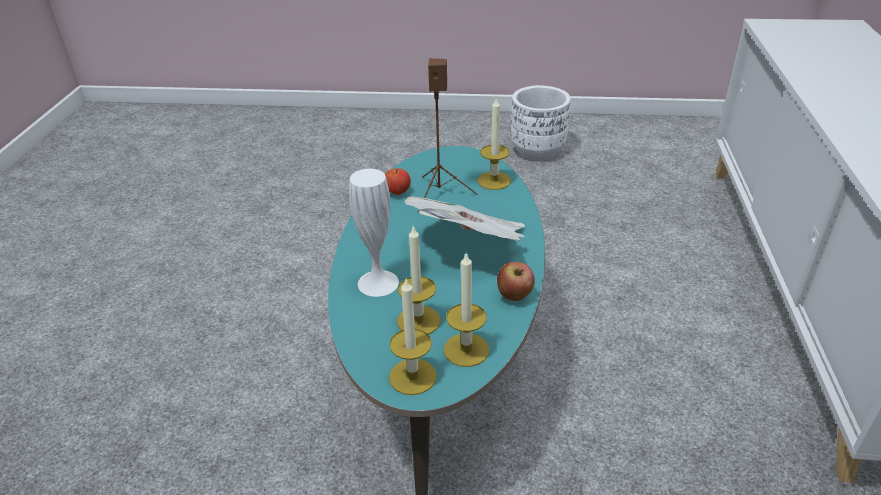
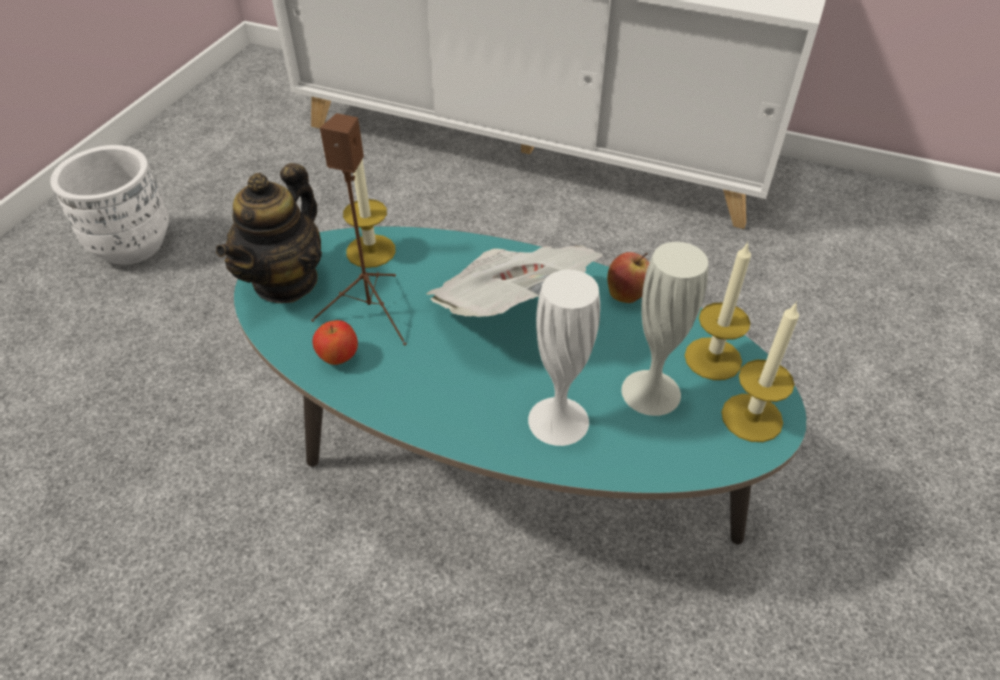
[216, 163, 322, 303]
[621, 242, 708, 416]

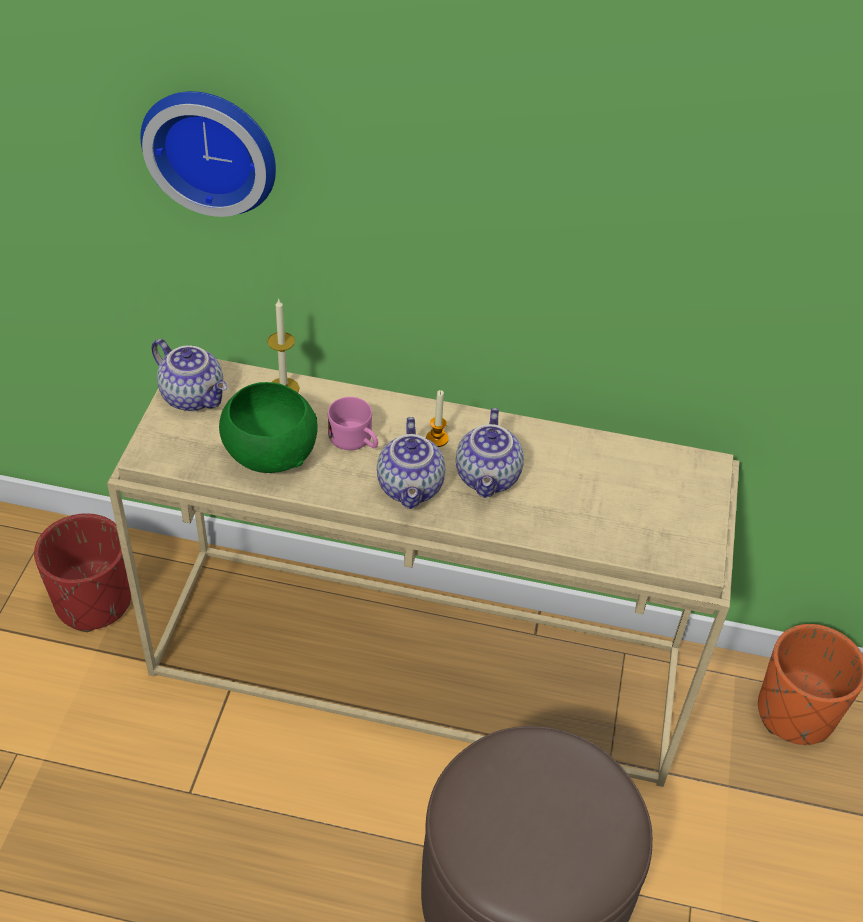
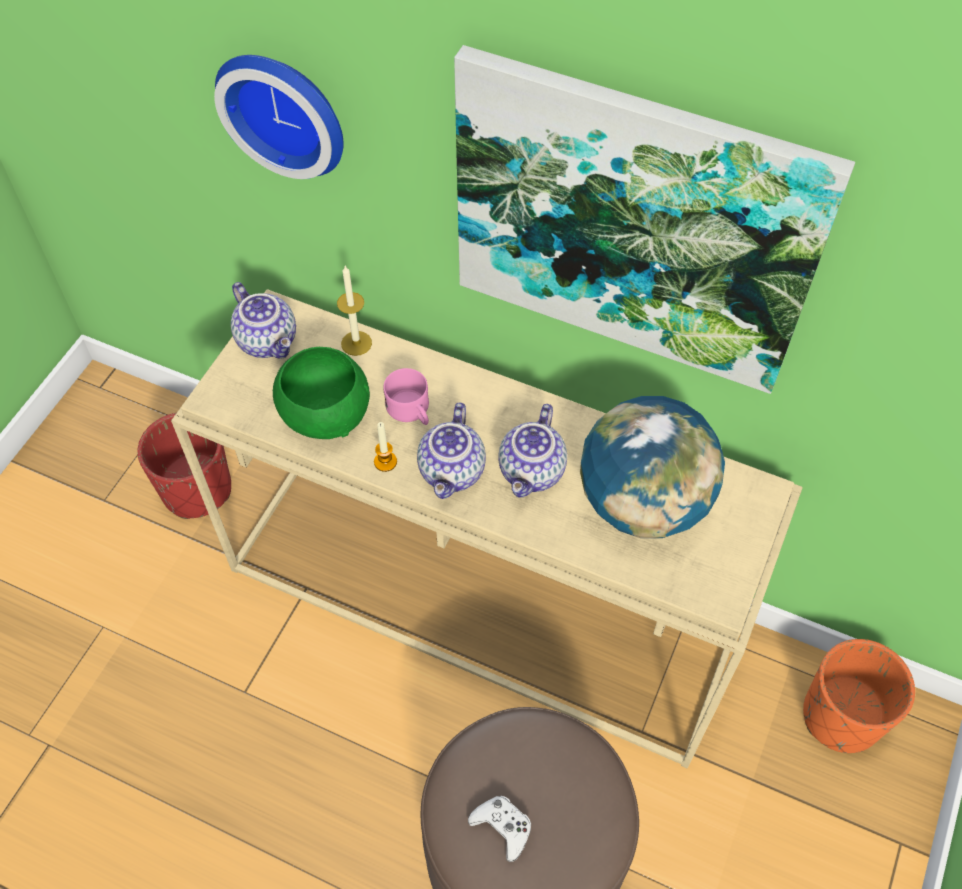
[454, 45, 855, 394]
[468, 796, 531, 862]
[580, 396, 725, 538]
[374, 422, 397, 472]

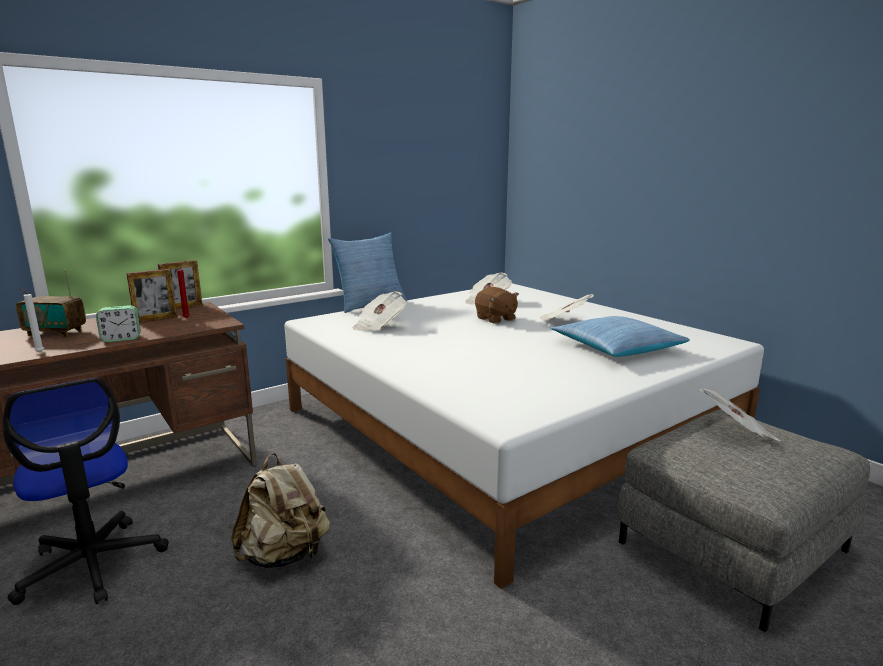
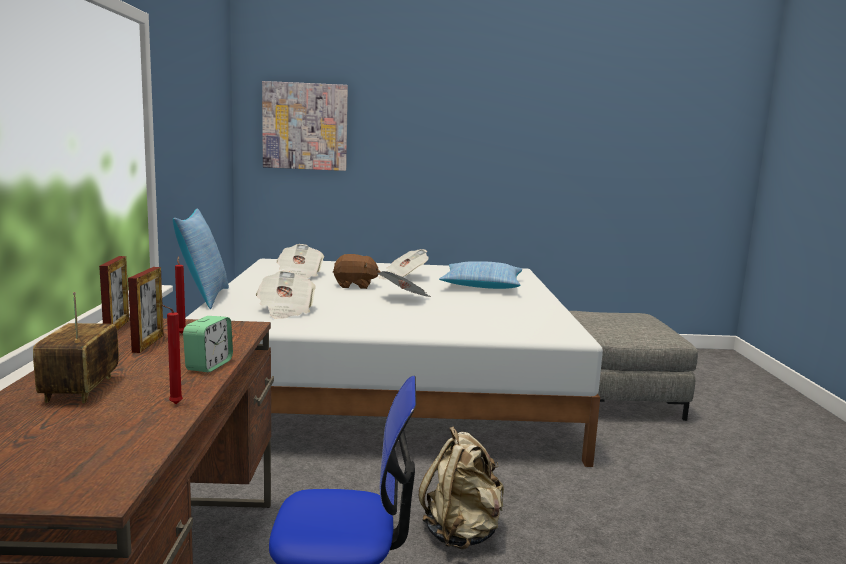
[262, 81, 348, 171]
[377, 271, 432, 297]
[162, 305, 183, 404]
[33, 292, 119, 403]

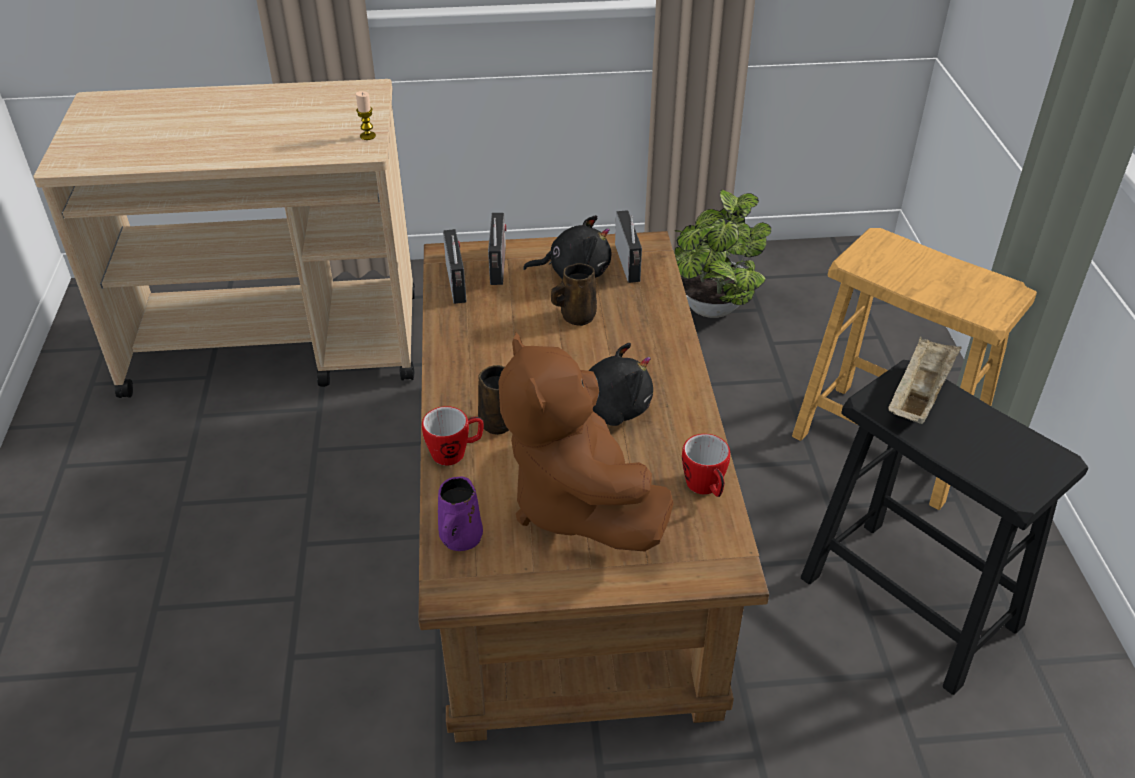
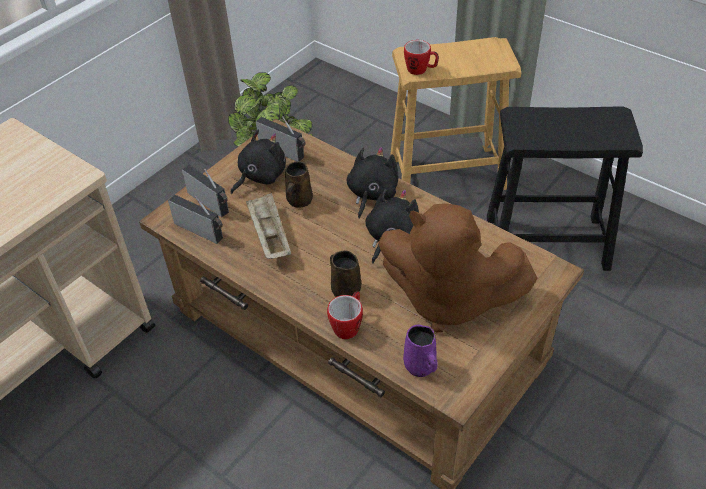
[356, 91, 376, 140] (first image)
[347, 147, 398, 219]
[404, 40, 439, 75]
[246, 193, 291, 259]

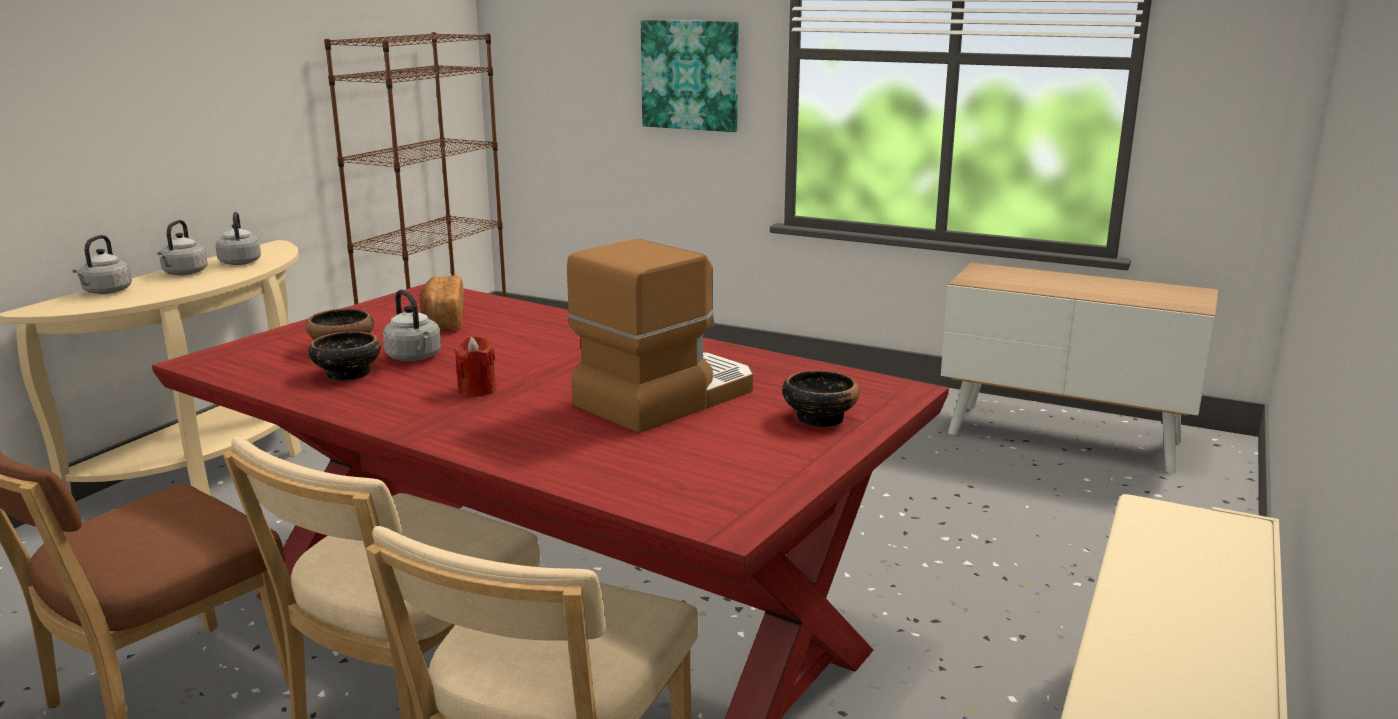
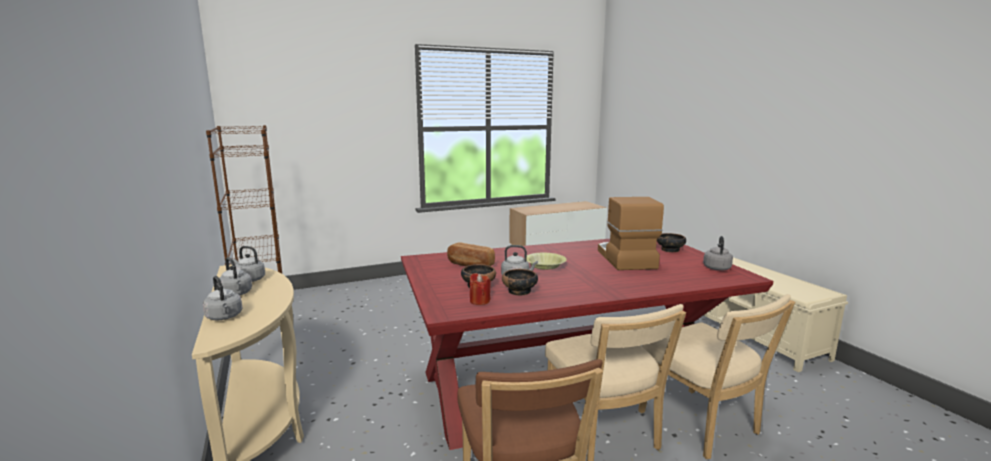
[641, 20, 738, 132] (first image)
[526, 253, 567, 270]
[703, 236, 733, 271]
[470, 273, 491, 305]

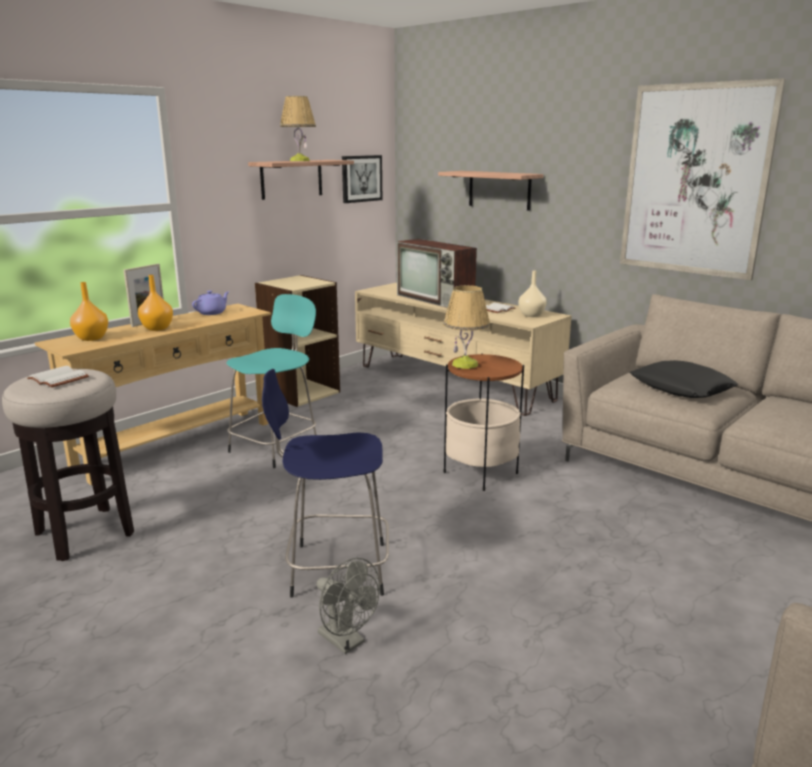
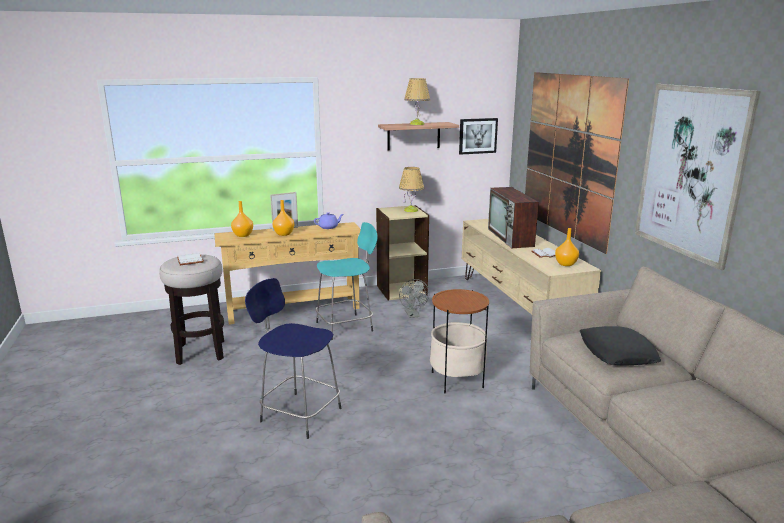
[399, 279, 429, 318]
[399, 167, 424, 212]
[525, 72, 629, 254]
[555, 228, 579, 266]

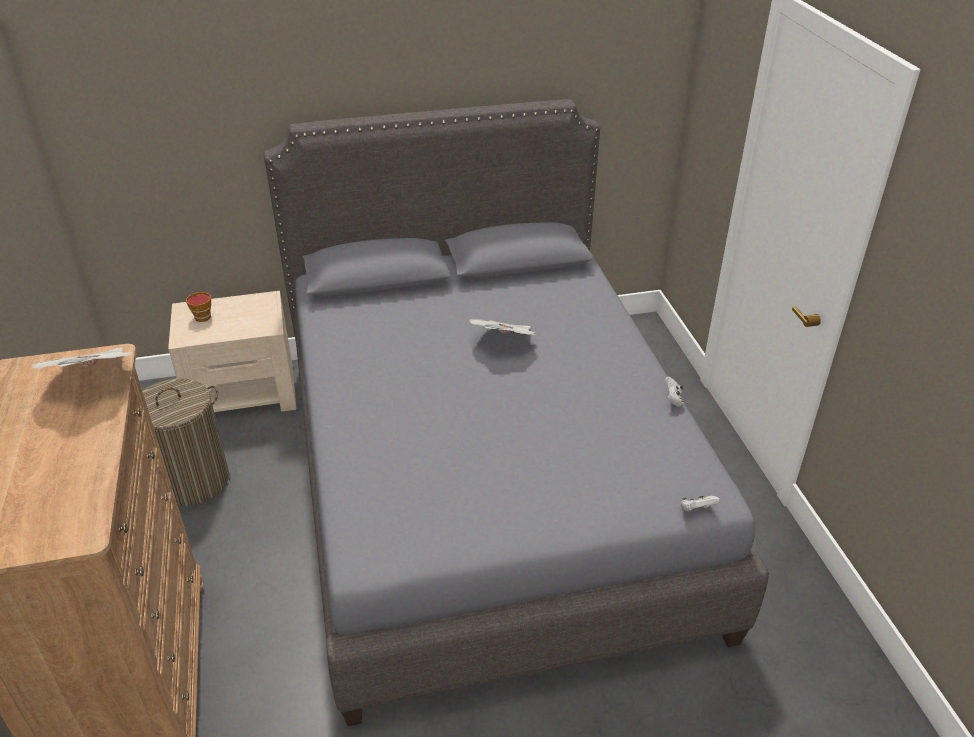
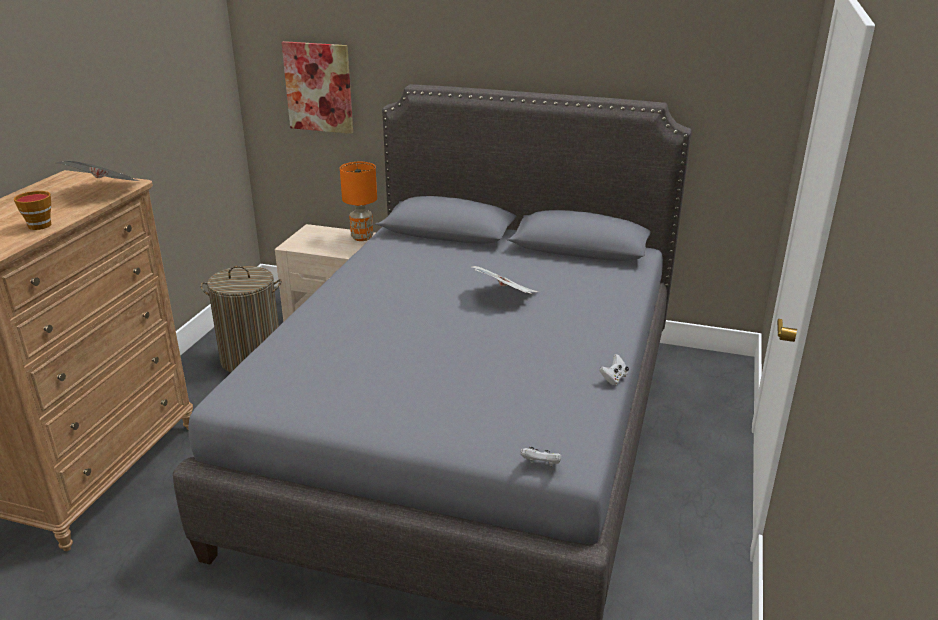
[281, 41, 353, 134]
[340, 162, 377, 241]
[14, 191, 51, 230]

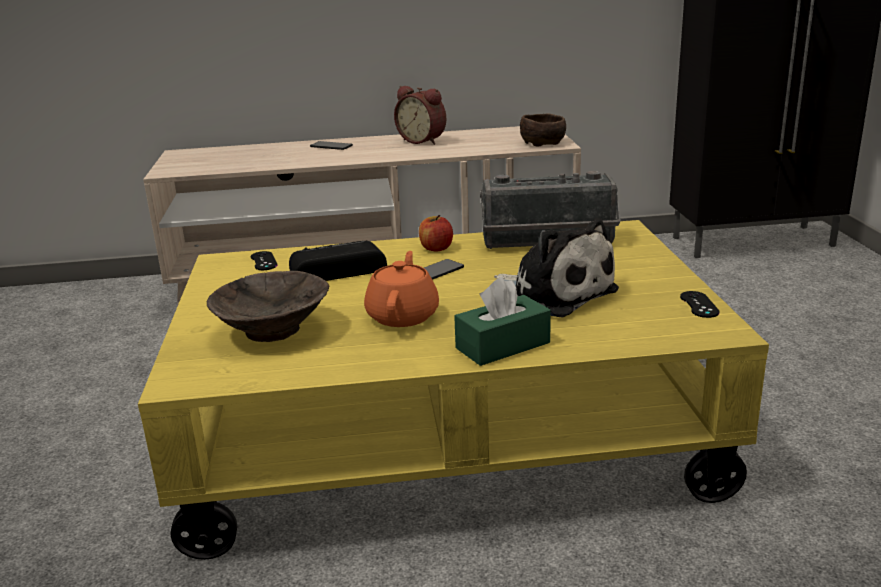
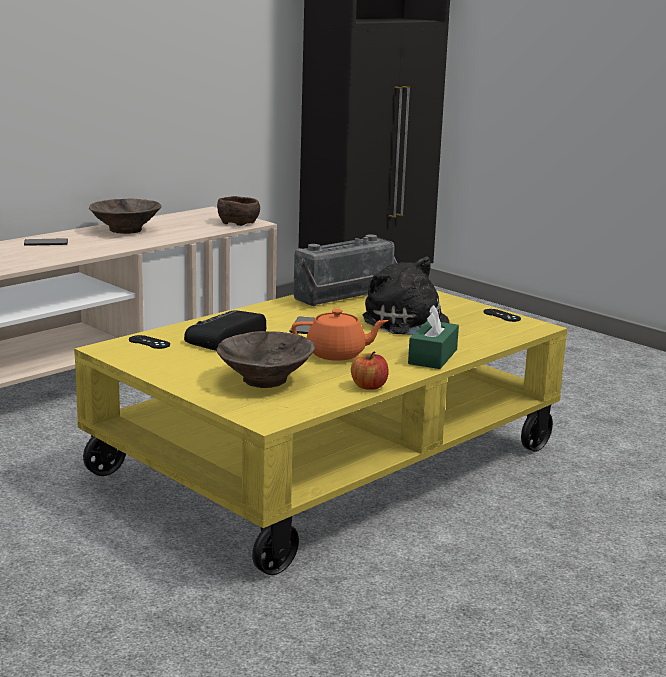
[351, 351, 389, 389]
[89, 199, 161, 234]
[291, 309, 388, 361]
[363, 257, 449, 335]

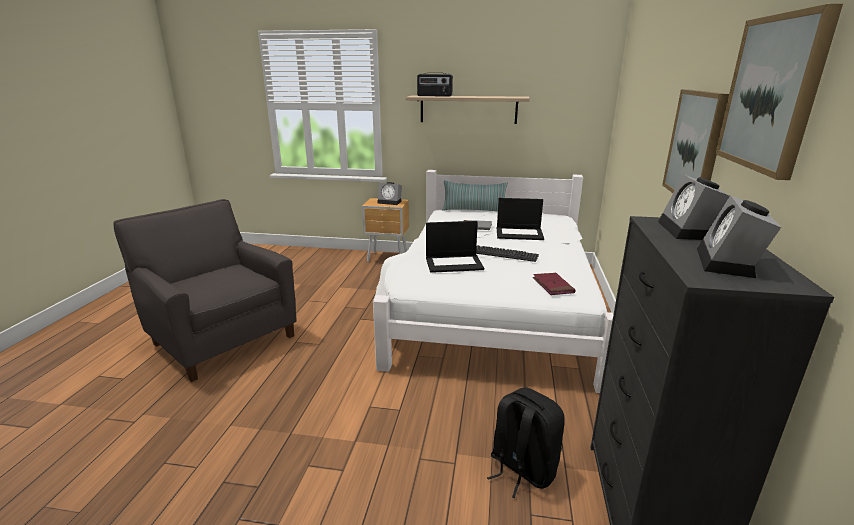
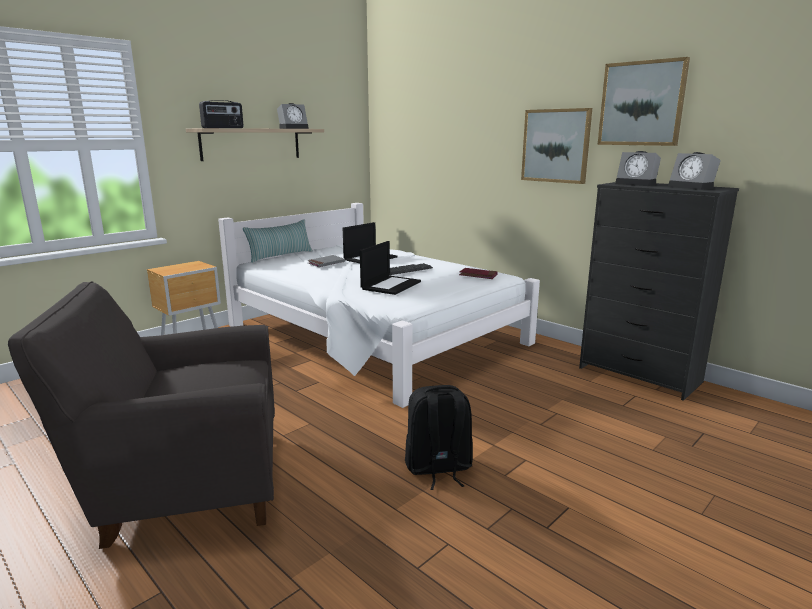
[277, 103, 309, 129]
[405, 385, 473, 490]

